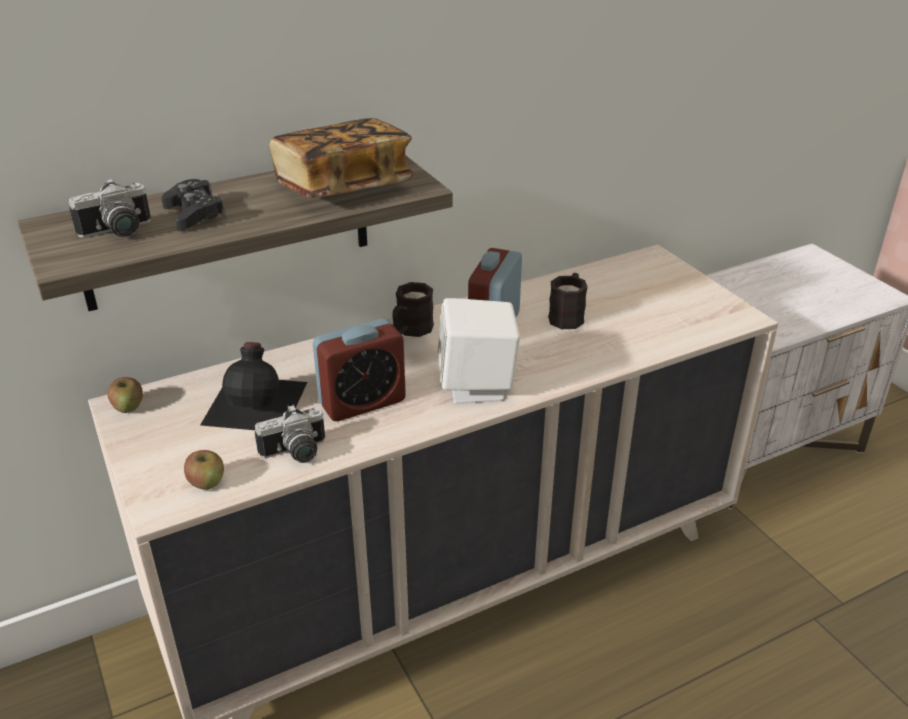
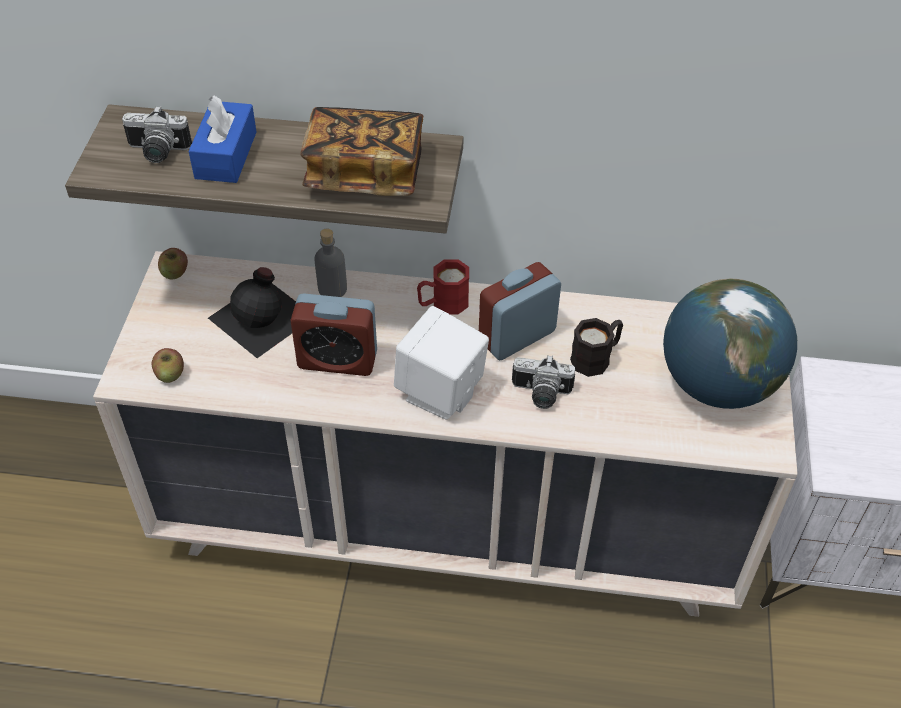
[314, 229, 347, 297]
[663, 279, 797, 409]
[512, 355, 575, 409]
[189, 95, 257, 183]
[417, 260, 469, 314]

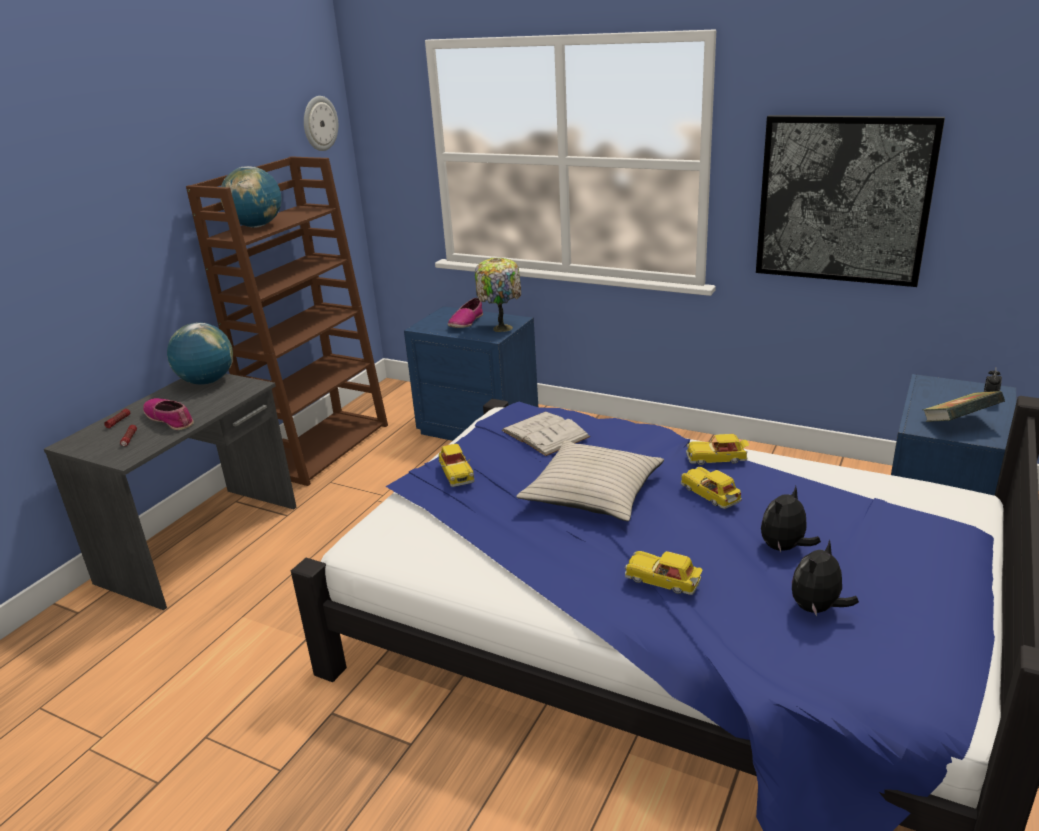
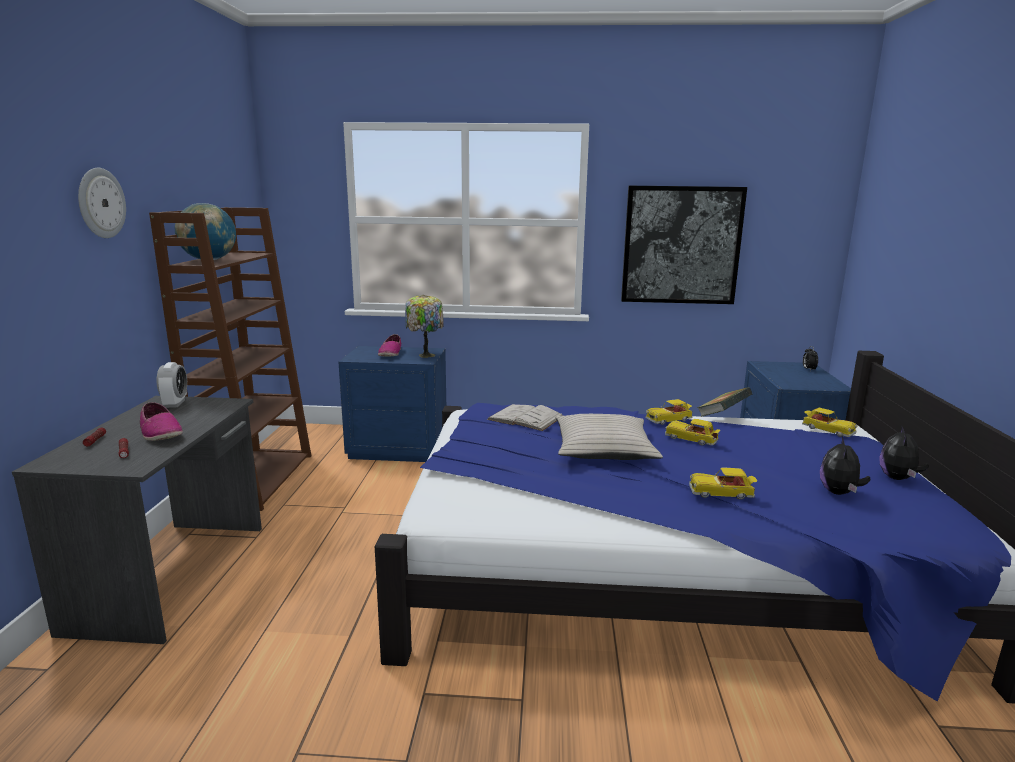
[78, 168, 126, 238]
[802, 408, 857, 437]
[880, 425, 929, 480]
[697, 387, 752, 417]
[157, 362, 187, 408]
[140, 402, 183, 441]

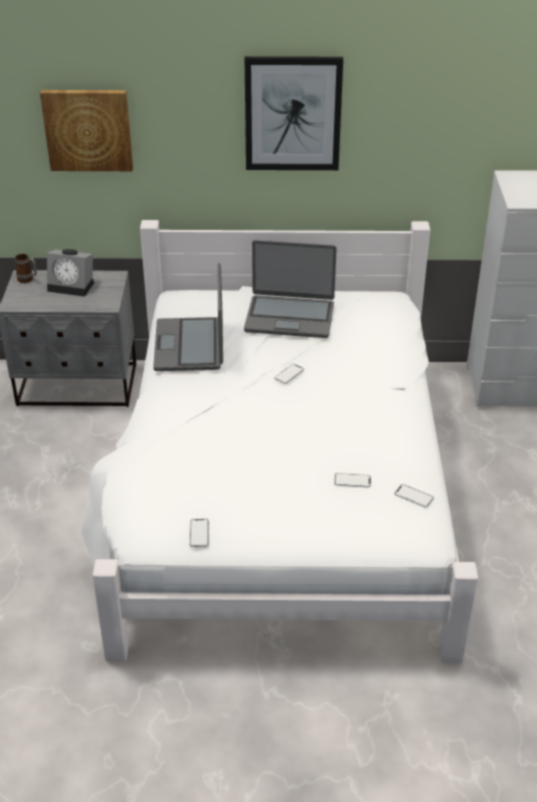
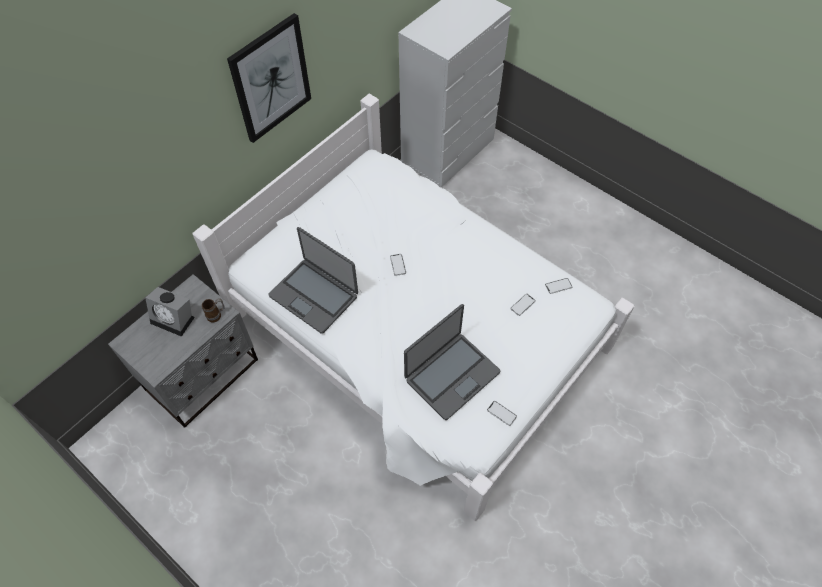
[40, 90, 133, 171] (first image)
[202, 298, 225, 322]
[404, 304, 500, 420]
[145, 287, 195, 337]

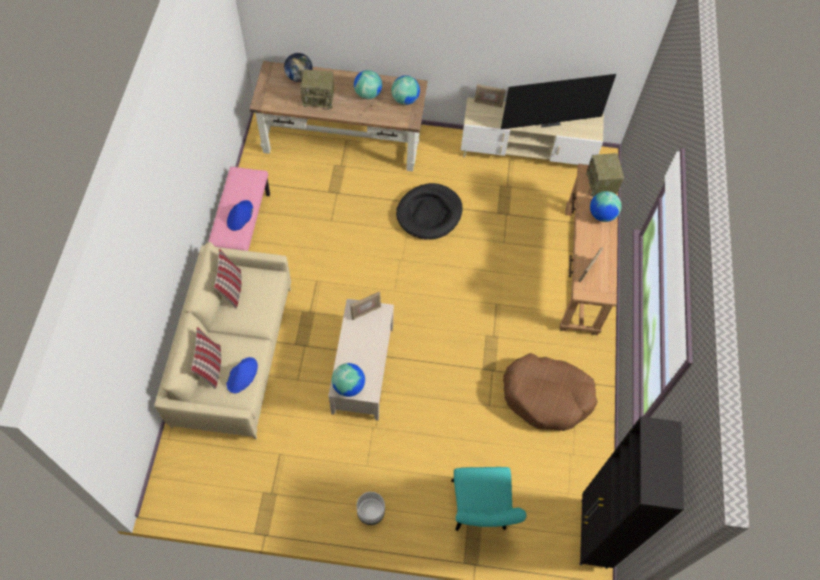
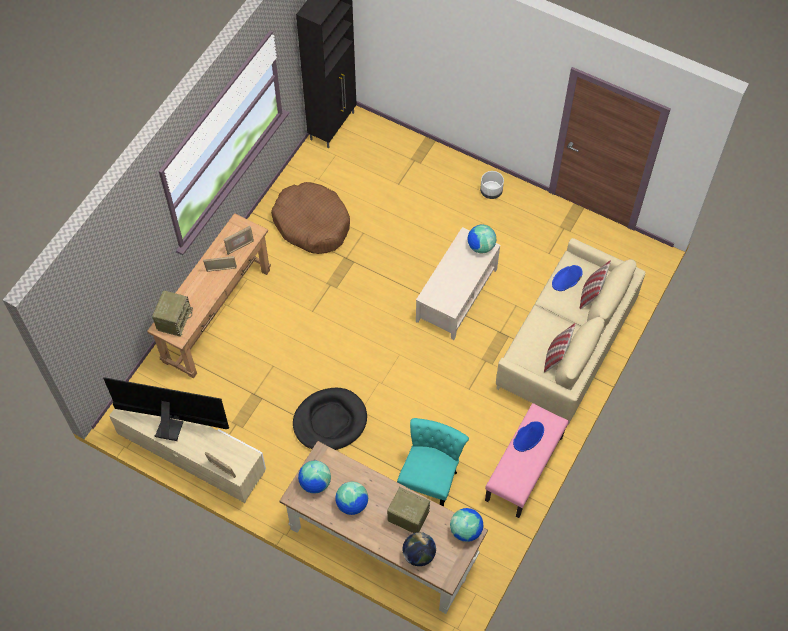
[203, 256, 237, 272]
[397, 418, 469, 507]
[450, 508, 483, 542]

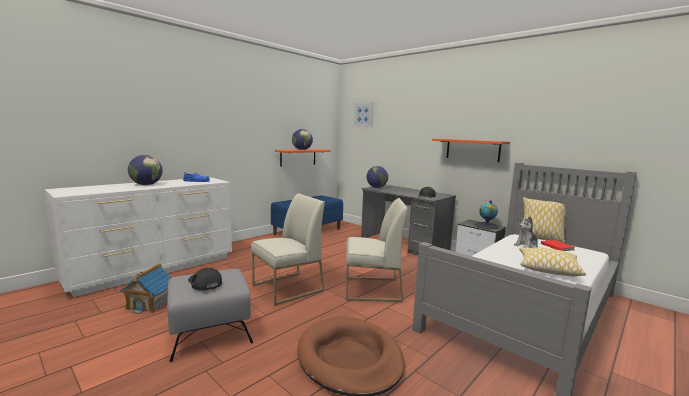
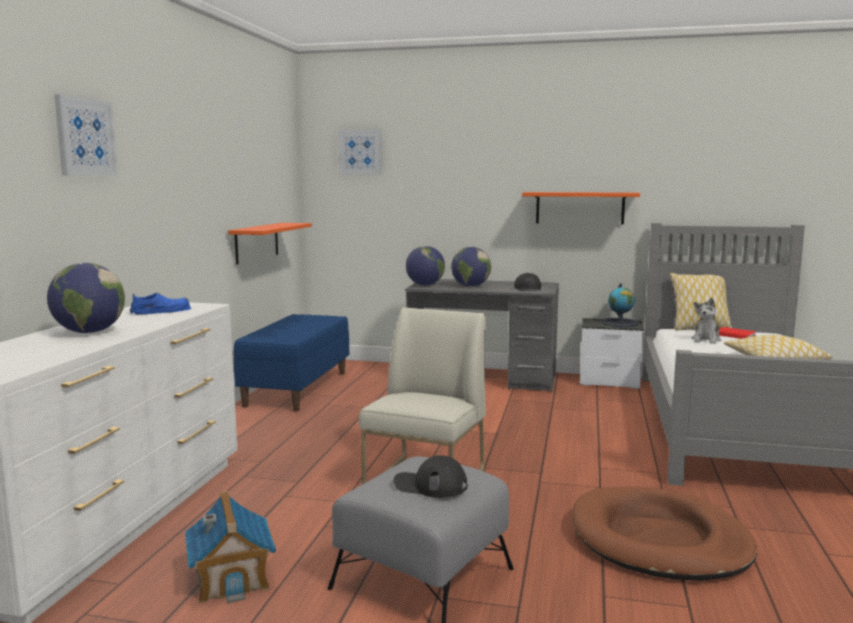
[346, 198, 408, 302] (first image)
[54, 94, 118, 176]
[451, 247, 491, 287]

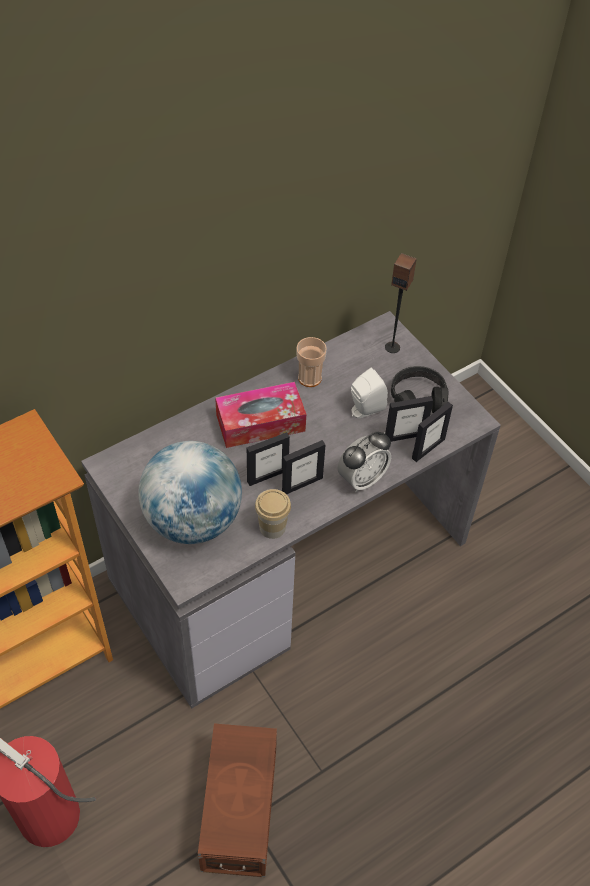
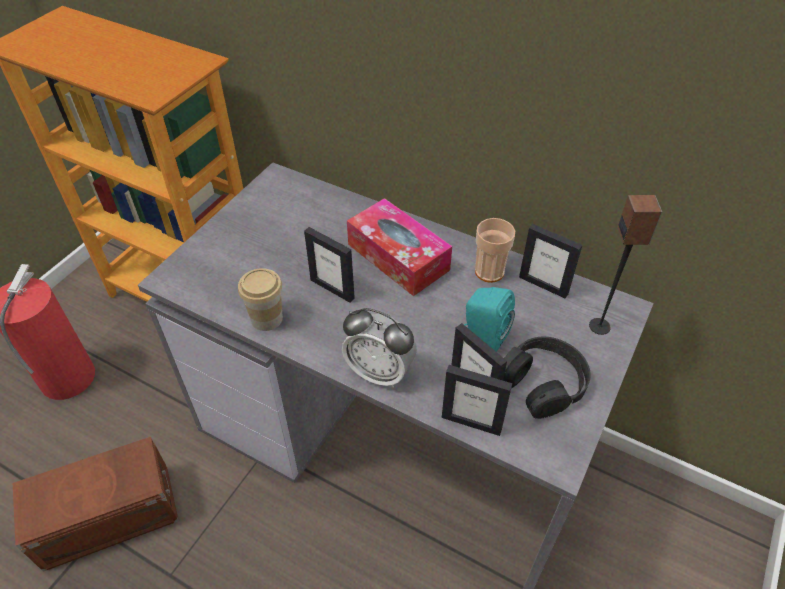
[139, 441, 242, 544] (first image)
[519, 224, 582, 298]
[464, 287, 515, 352]

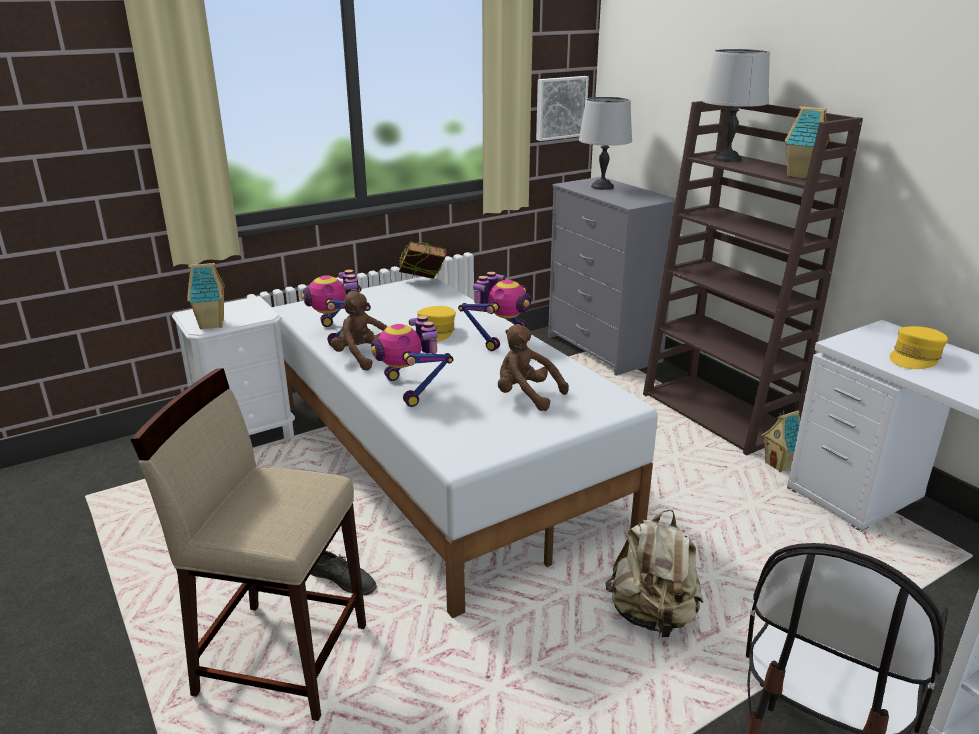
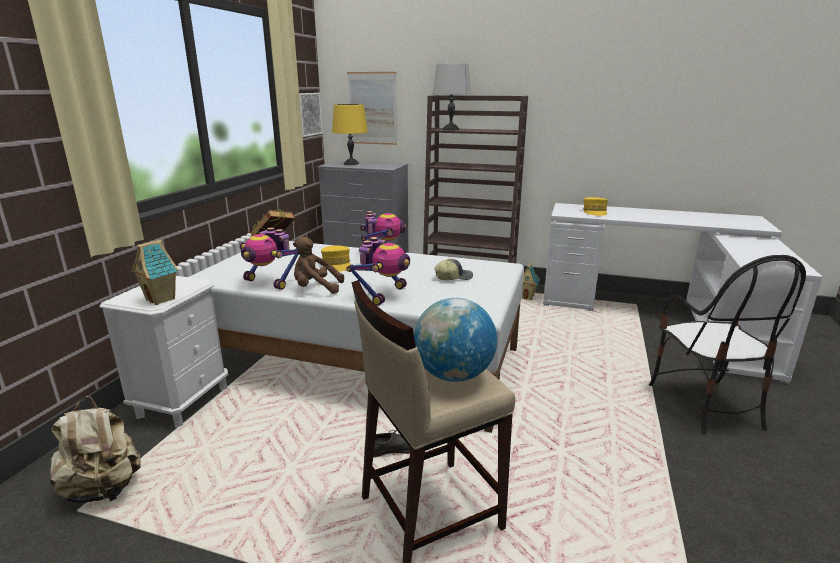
[784, 106, 831, 179] (first image)
[347, 72, 398, 145]
[414, 298, 497, 382]
[50, 396, 141, 503]
[434, 259, 473, 280]
[332, 104, 368, 165]
[347, 237, 410, 306]

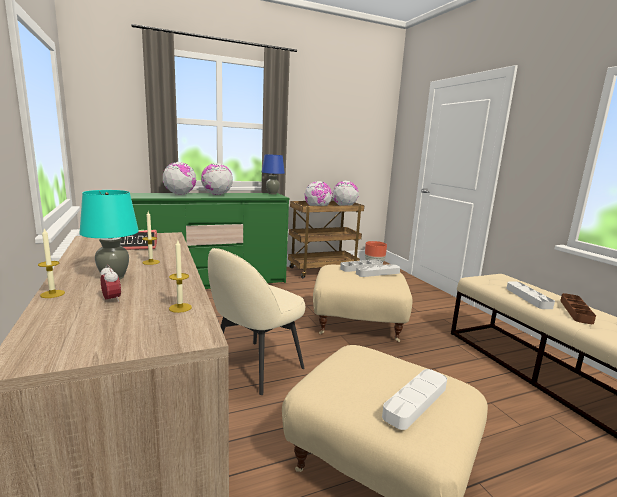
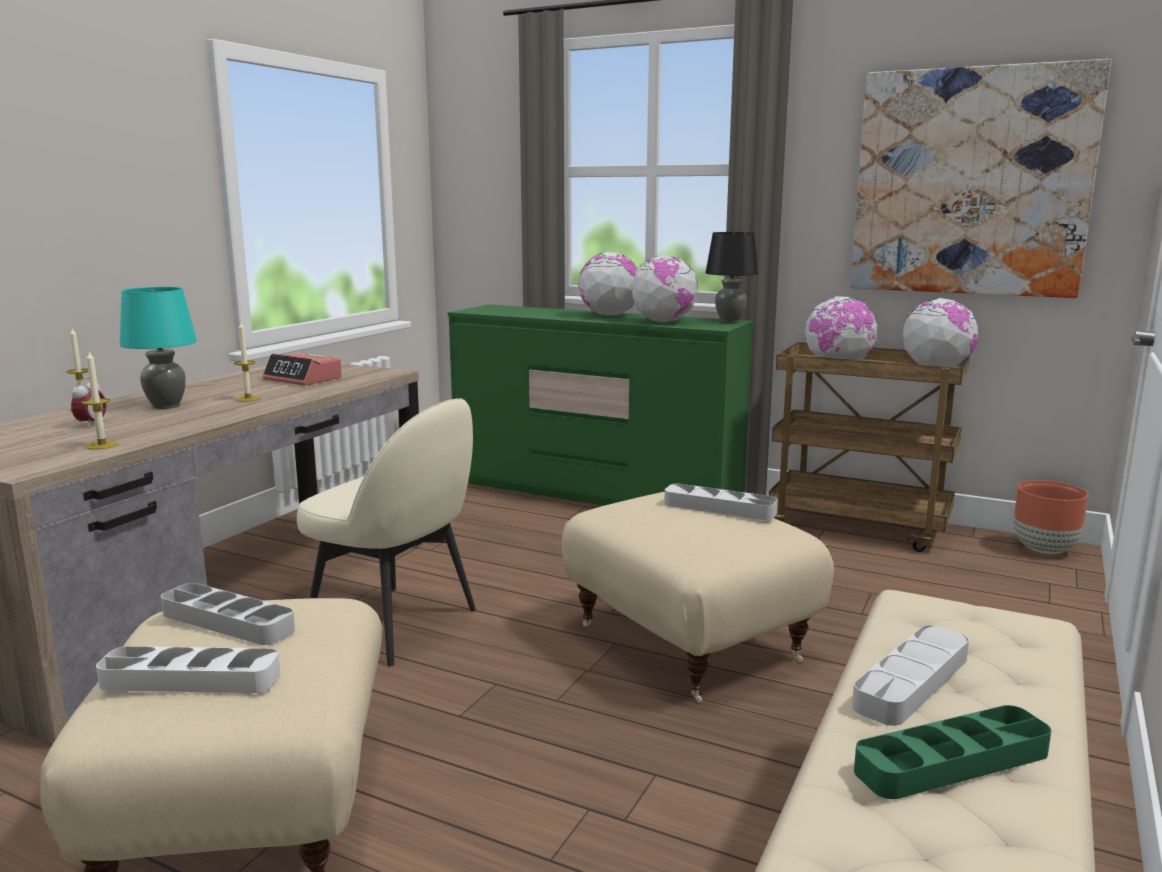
[851, 59, 1111, 298]
[632, 255, 698, 323]
[161, 583, 295, 645]
[705, 232, 759, 323]
[854, 705, 1051, 799]
[297, 398, 476, 666]

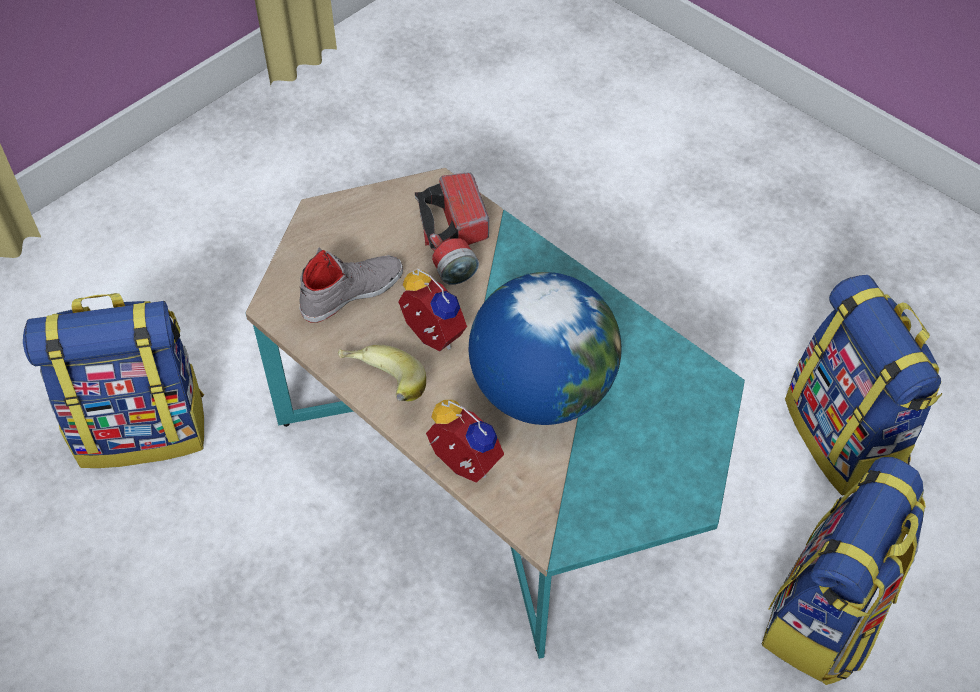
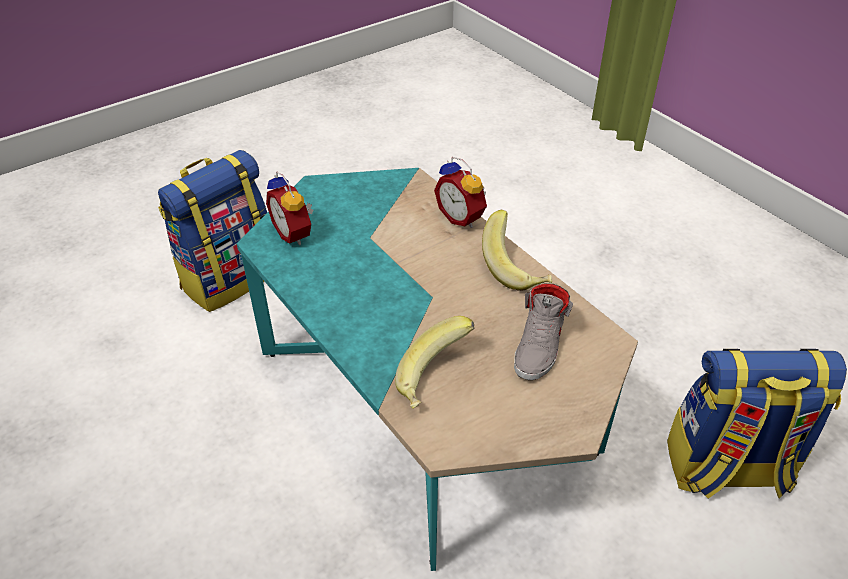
[469, 272, 622, 425] (first image)
[785, 275, 942, 495] (first image)
[266, 171, 314, 245]
[395, 316, 475, 409]
[514, 284, 573, 380]

